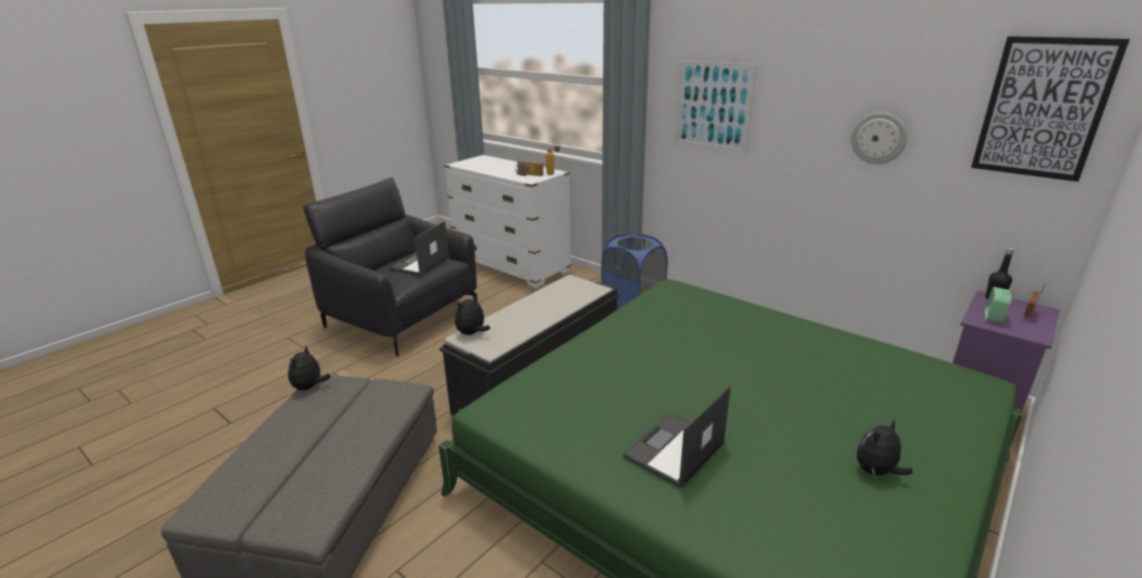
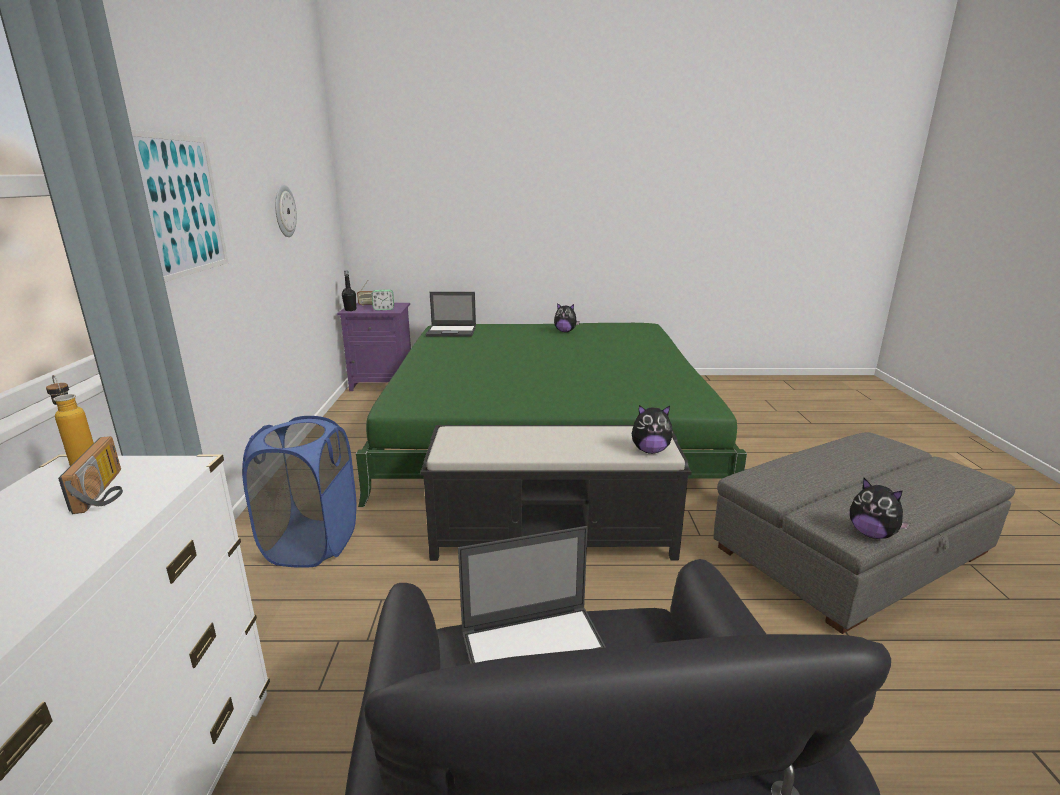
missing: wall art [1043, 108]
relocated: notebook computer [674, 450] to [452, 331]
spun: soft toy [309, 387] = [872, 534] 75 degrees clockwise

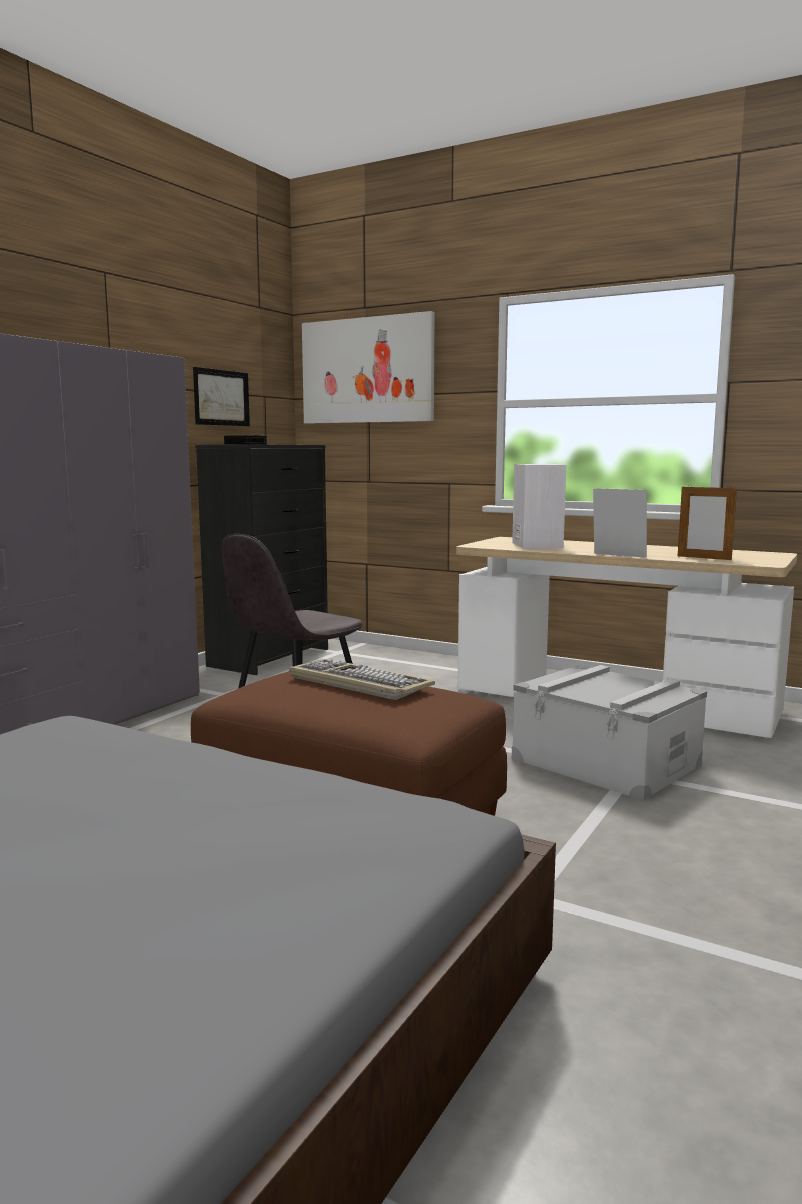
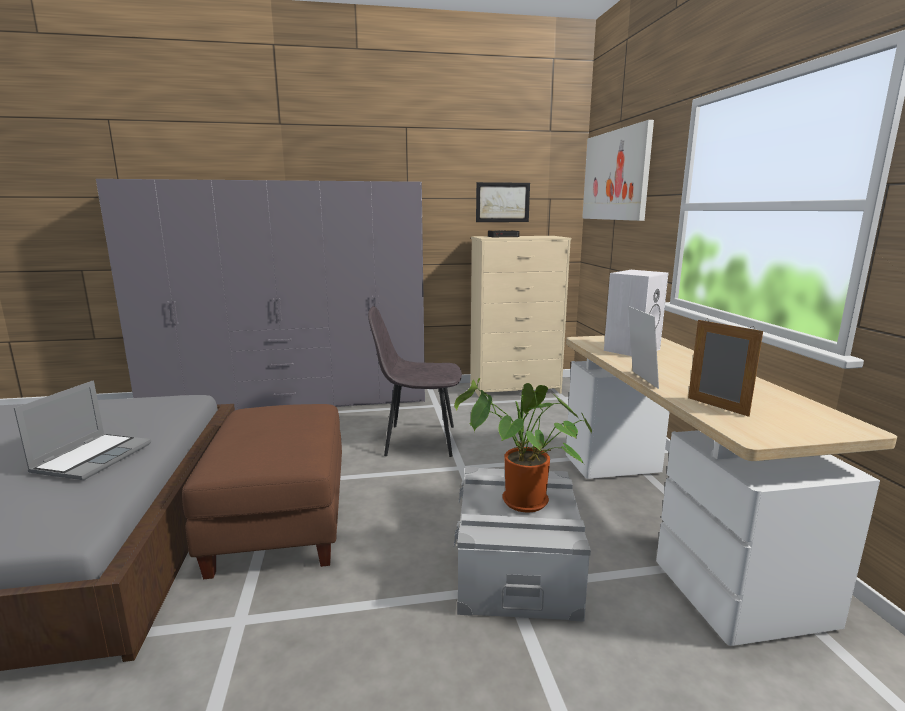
missing: PC keyboard [357, 683]
appeared: notebook computer [93, 457]; houseplant [520, 503]
colour: chest of drawers (black-coloured) [270, 657] to chest of drawers (sand-coloured) [515, 388]
spun: photo frame [704, 558] = [717, 406] 150 degrees clockwise

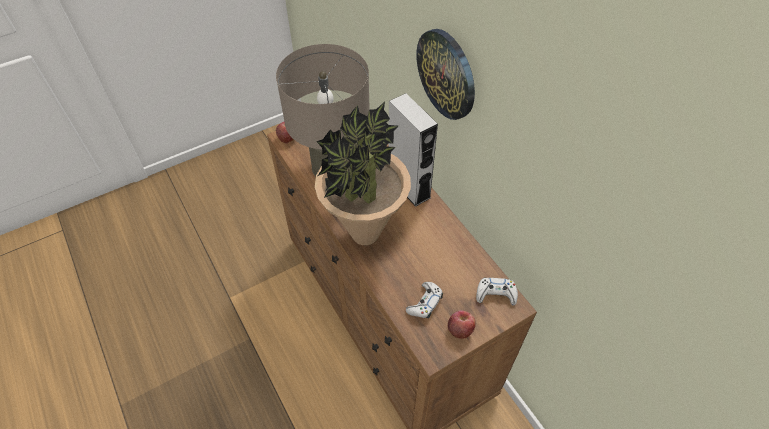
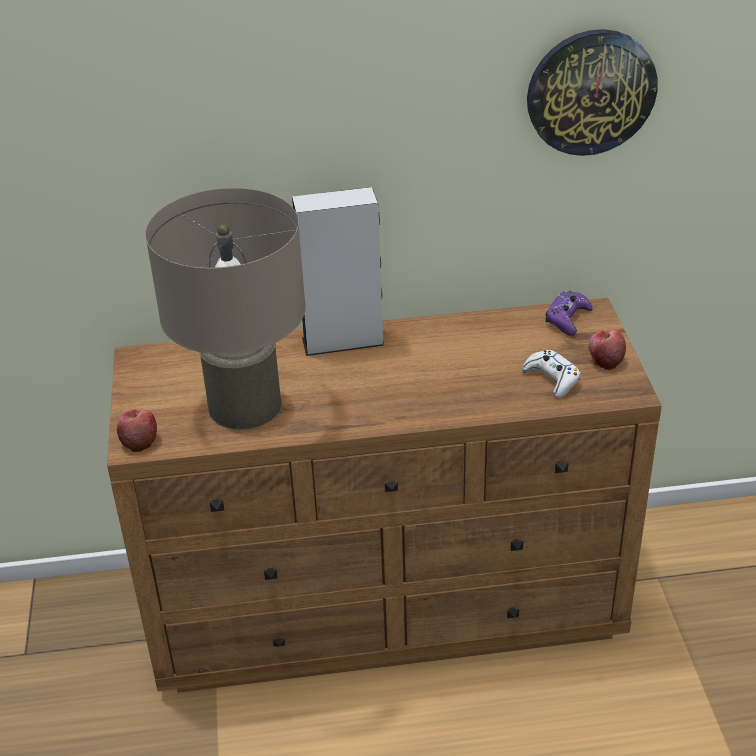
missing: houseplant [365, 234]
relocated: wall clock [447, 74] to [590, 92]
colour: gamepad (whitish) [495, 294] to gamepad (purple) [567, 319]

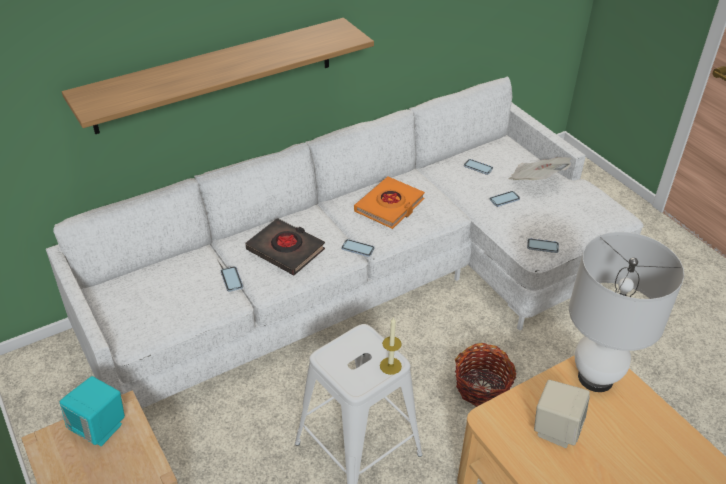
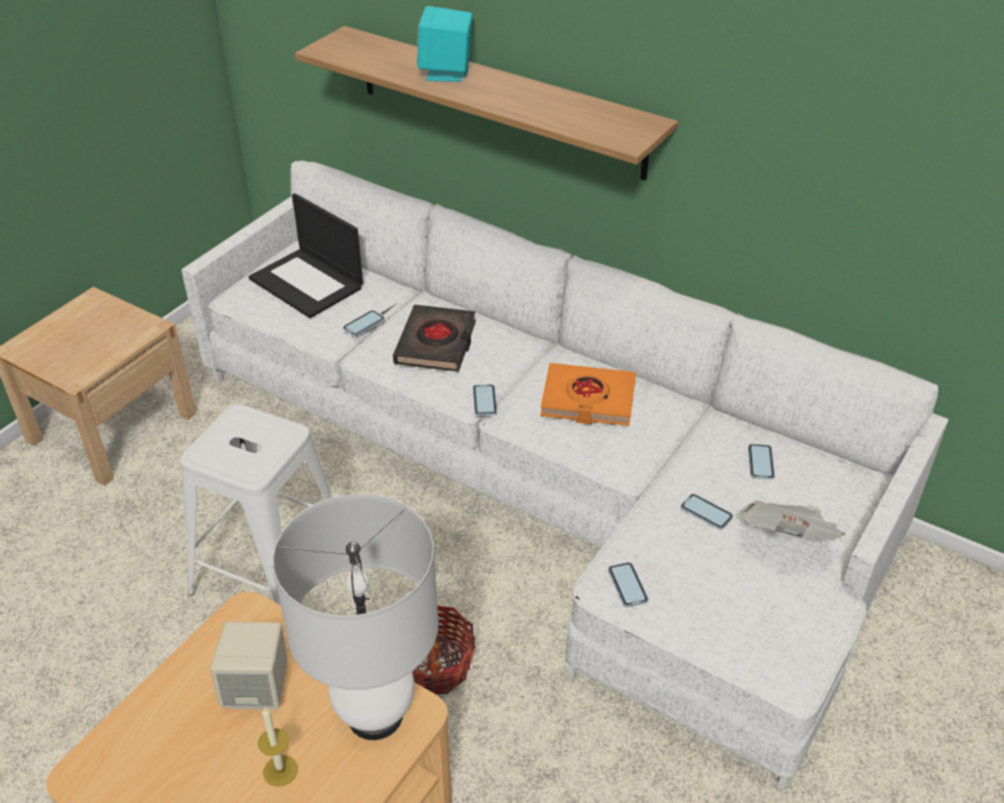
appeared: notebook computer [308, 283]
relocated: audio speaker (turquoise-coloured) [100, 427] to [446, 73]; wax candle [390, 366] to [280, 770]

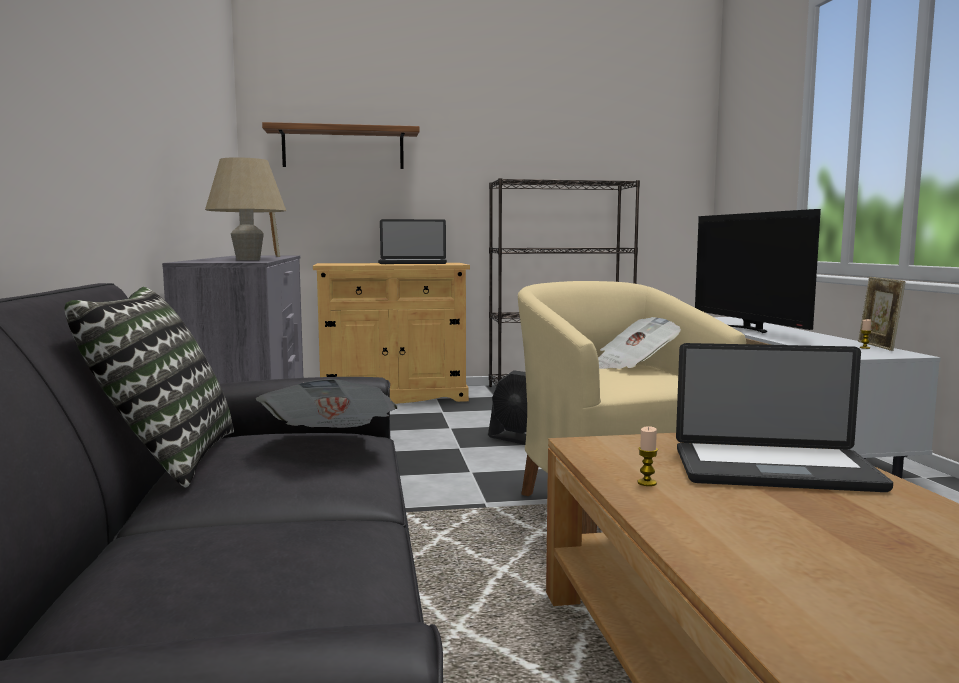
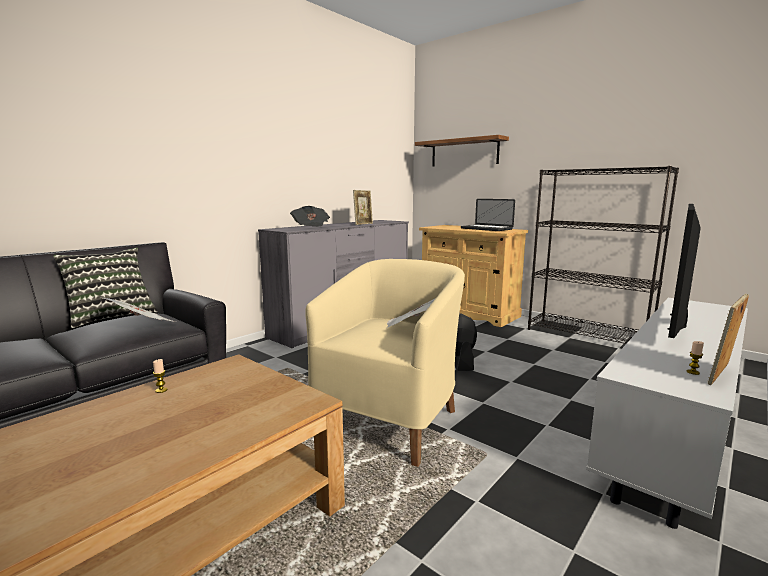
missing: notebook computer [774, 470]
exchanged: lamp for a table (sand-coloured) [248, 260] to printed paper [311, 228]

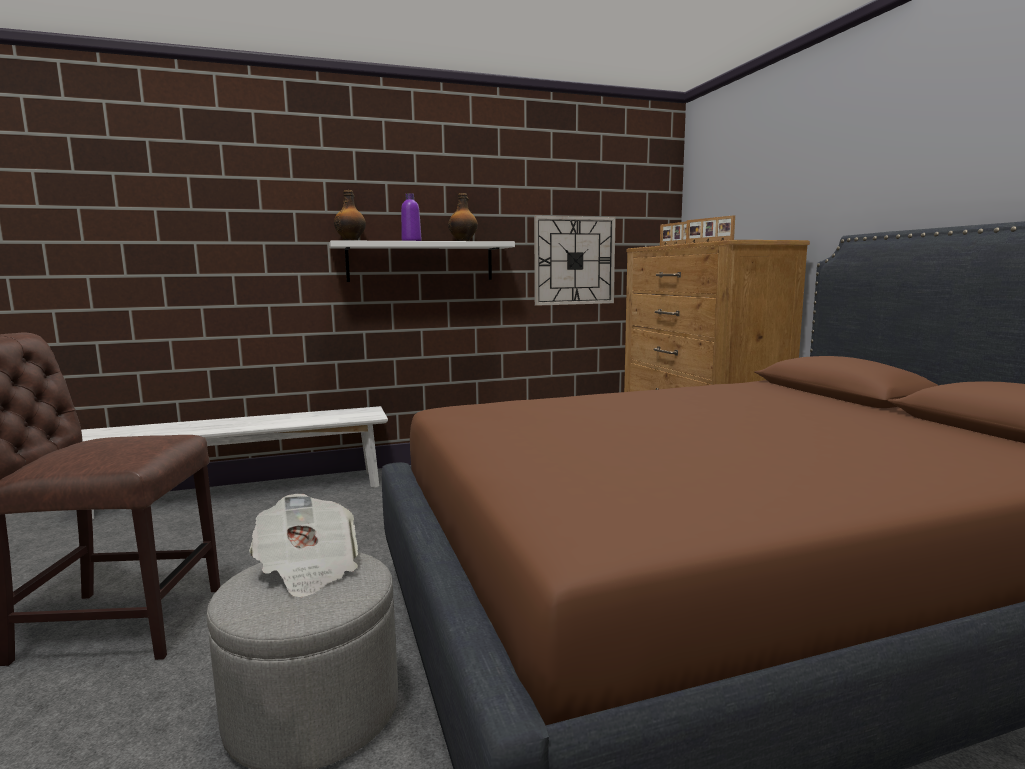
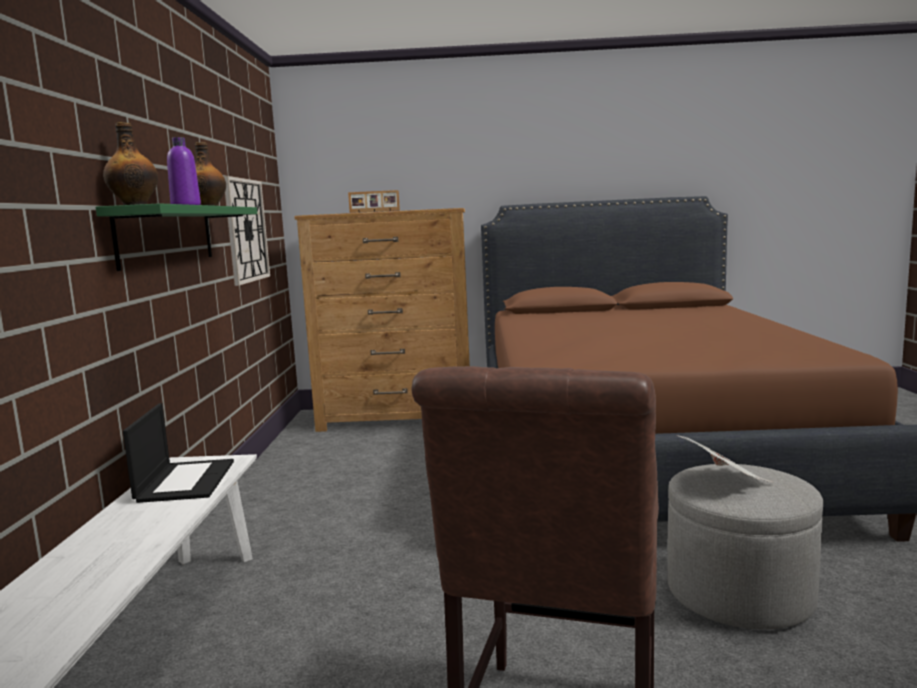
missing: photo frame [708, 241]
appeared: notebook computer [185, 480]
colour: shelf (whitish) [421, 261] to shelf (greenish) [167, 235]

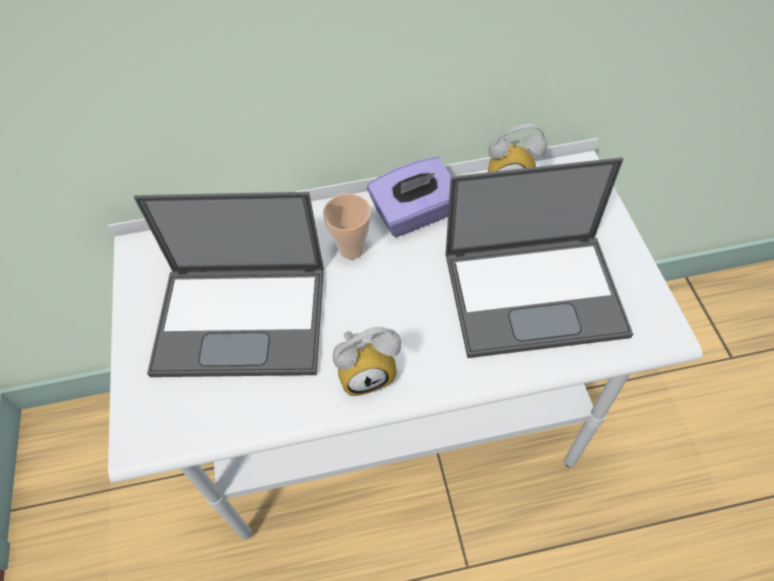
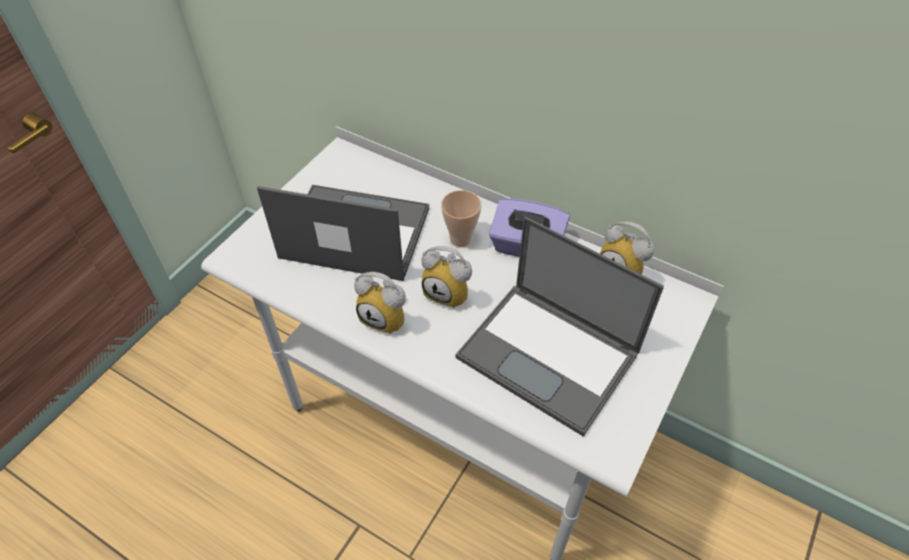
appeared: table clock [450, 292]
spun: notebook computer [243, 318] = [353, 233] 150 degrees clockwise

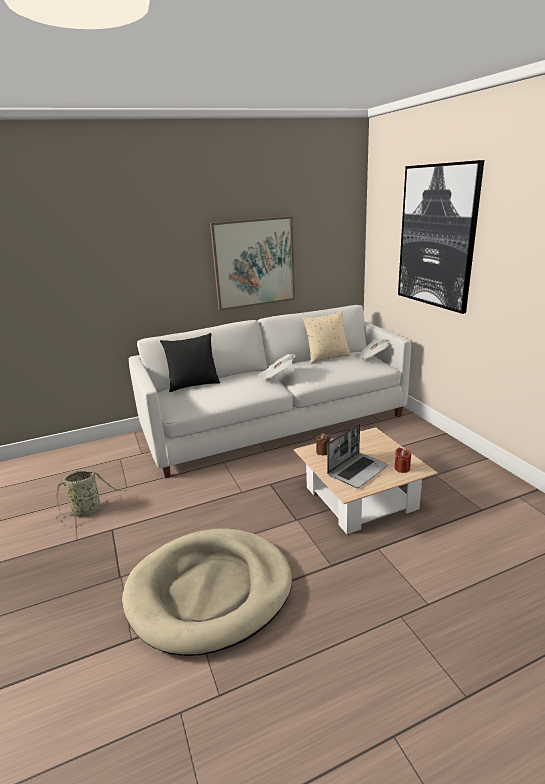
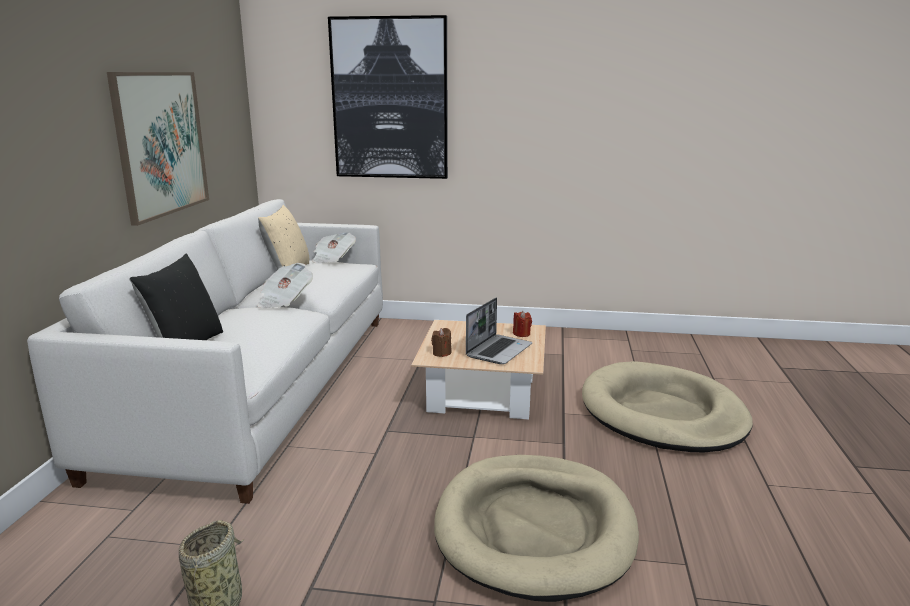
appeared: pet bed (sand-coloured) [662, 413]
spun: notebook computer [357, 470] = [499, 350] 45 degrees clockwise

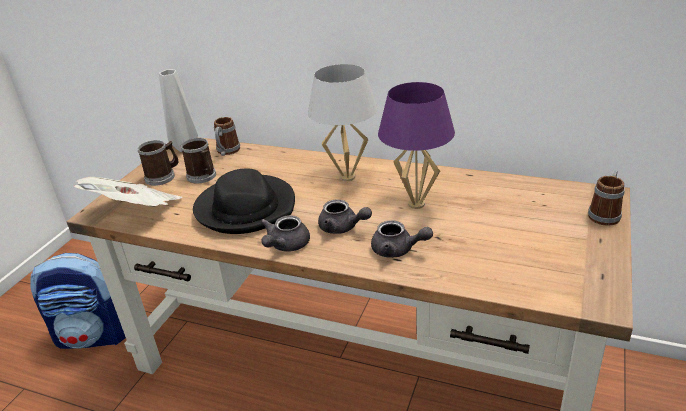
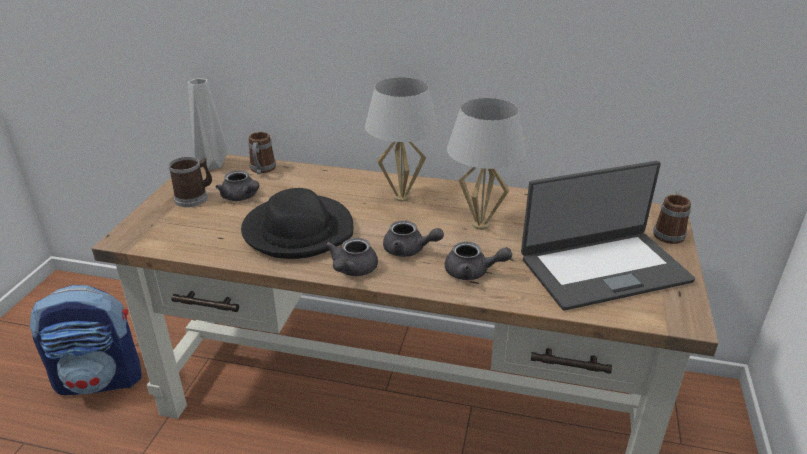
missing: printed paper [137, 212]
appeared: notebook computer [603, 268]
exchanged: coffee mug [203, 177] to pot for tea (grey) [241, 197]
colour: lamp for a table (purple) [416, 204] to lamp for a table (whitish) [480, 224]

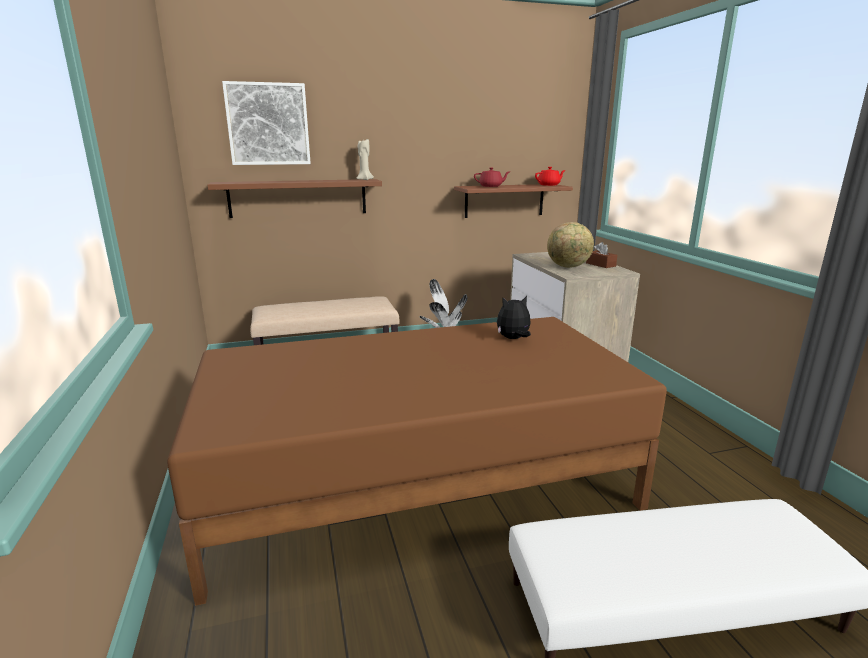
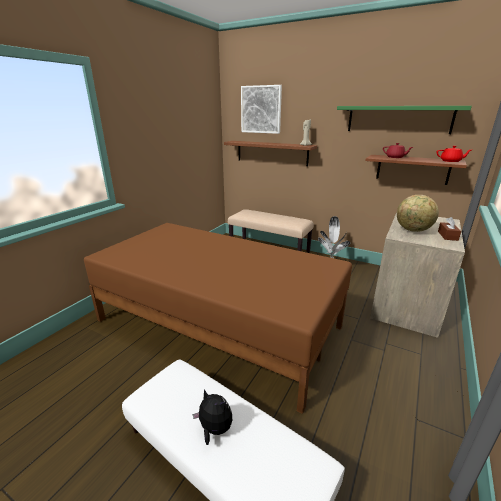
appeared: shelf (greenish) [398, 119]
relocated: soft toy [513, 339] to [214, 429]

